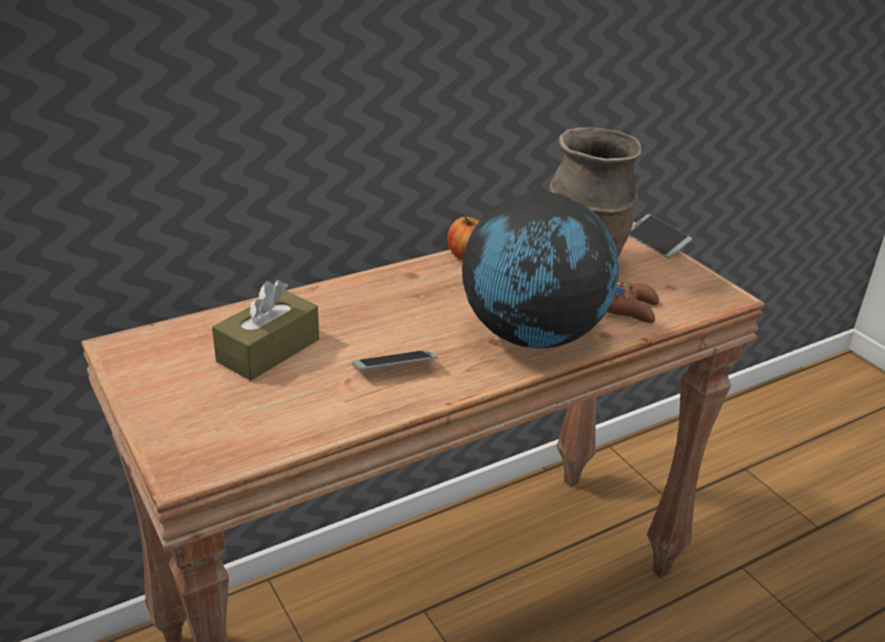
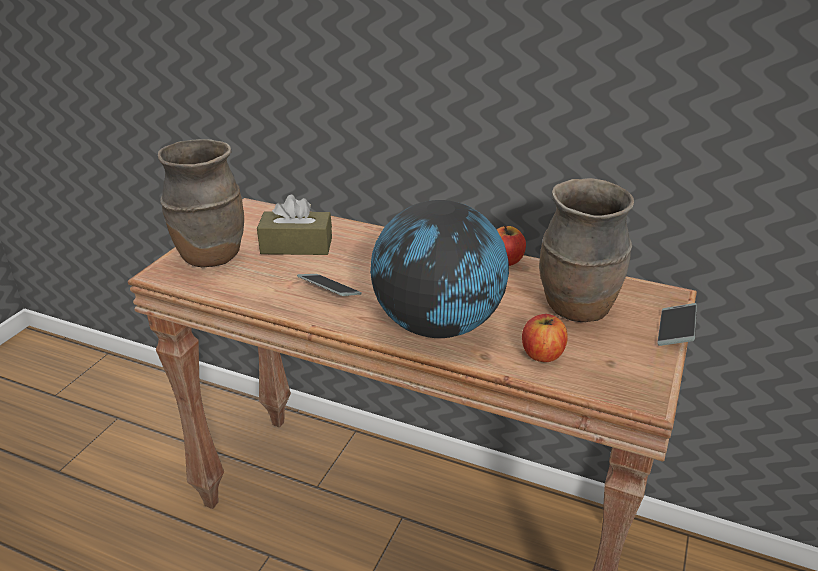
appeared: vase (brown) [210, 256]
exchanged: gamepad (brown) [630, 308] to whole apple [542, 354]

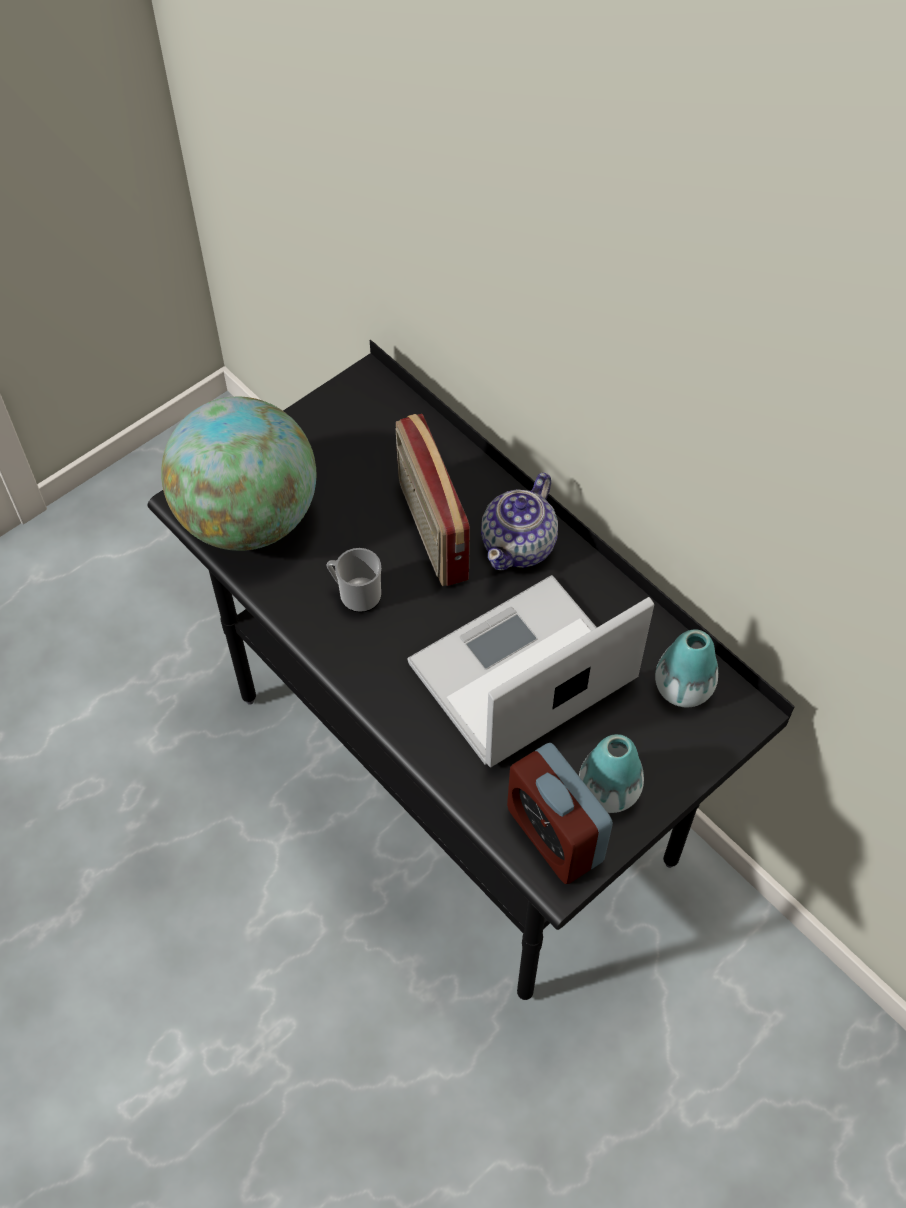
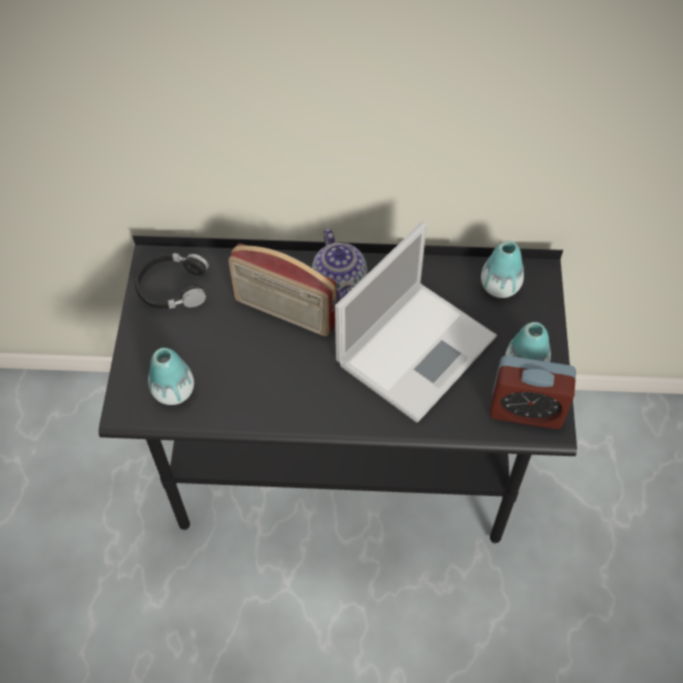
missing: coffee mug [356, 594]
appeared: headphones (black-coloured) [173, 287]
exchanged: globe [248, 518] to vase [174, 391]
spun: notebook computer [519, 675] = [417, 348] 150 degrees counterclockwise

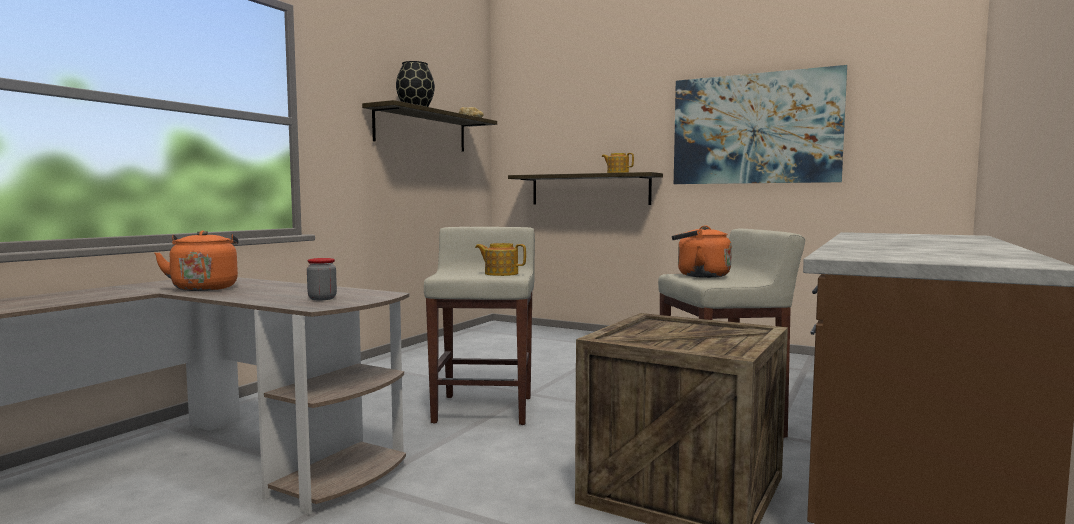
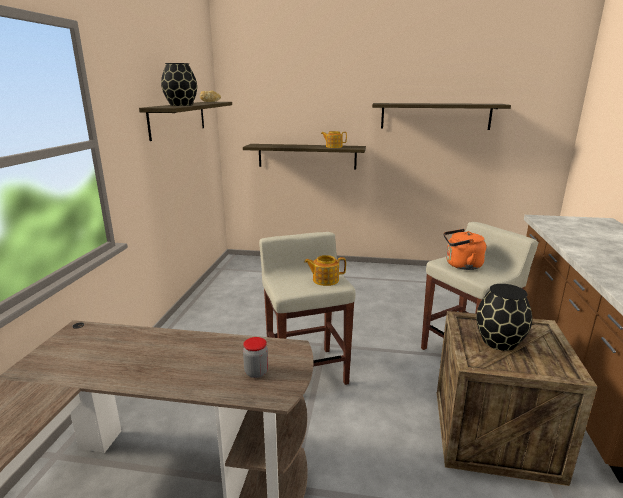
missing: kettle (orangey) [205, 288]
appeared: vase (black-coloured) [499, 342]
exchanged: wall art [755, 129] to shelf [435, 116]

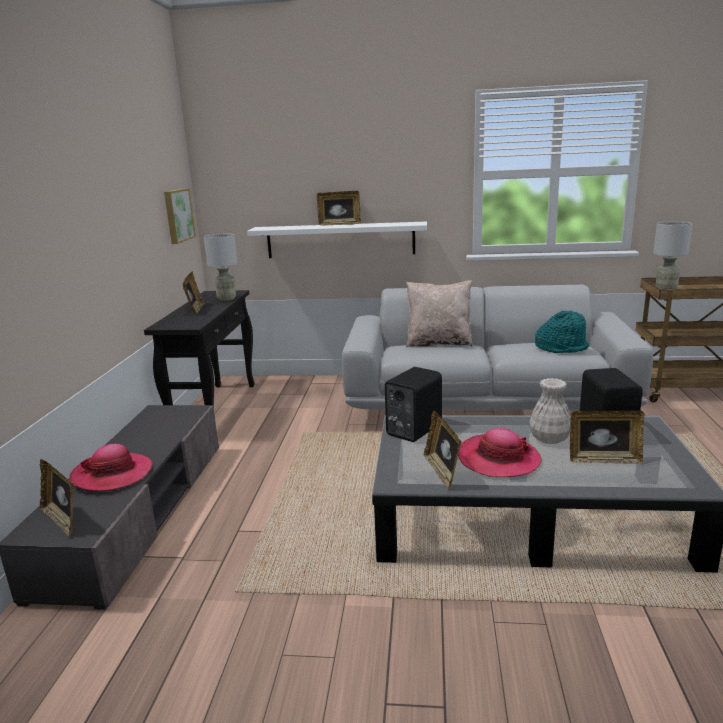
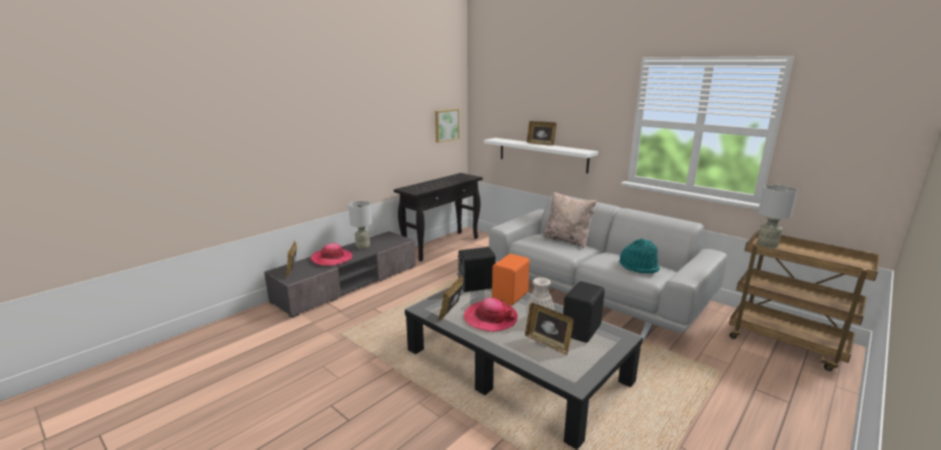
missing: photo frame [195, 310]
appeared: audio speaker (orangey) [511, 296]
relocated: lamp for a table (grey) [226, 299] to [362, 247]

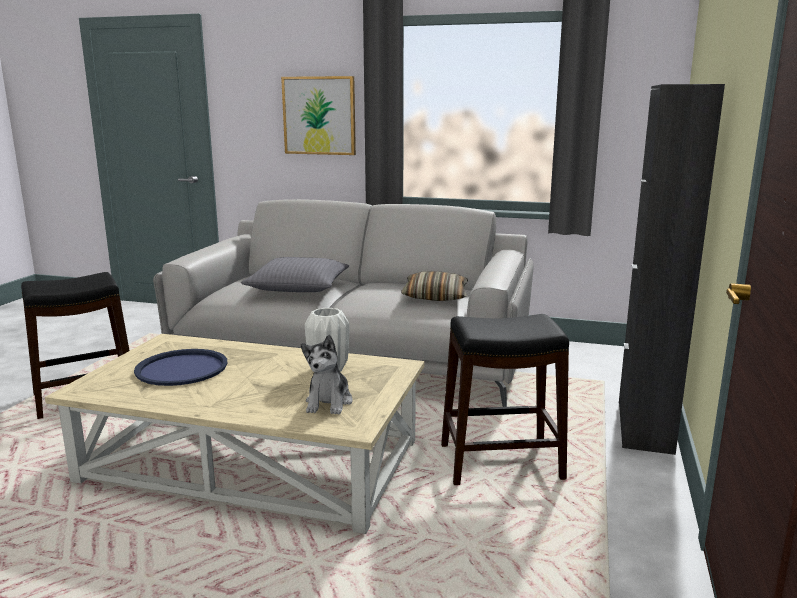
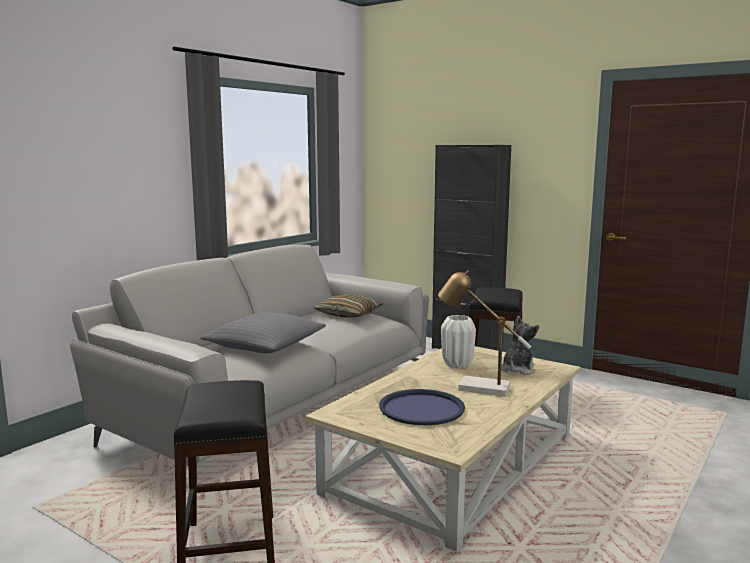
missing: wall art [319, 115]
appeared: lamp for a table [476, 387]
spun: soft toy [329, 402] = [517, 370] 90 degrees counterclockwise

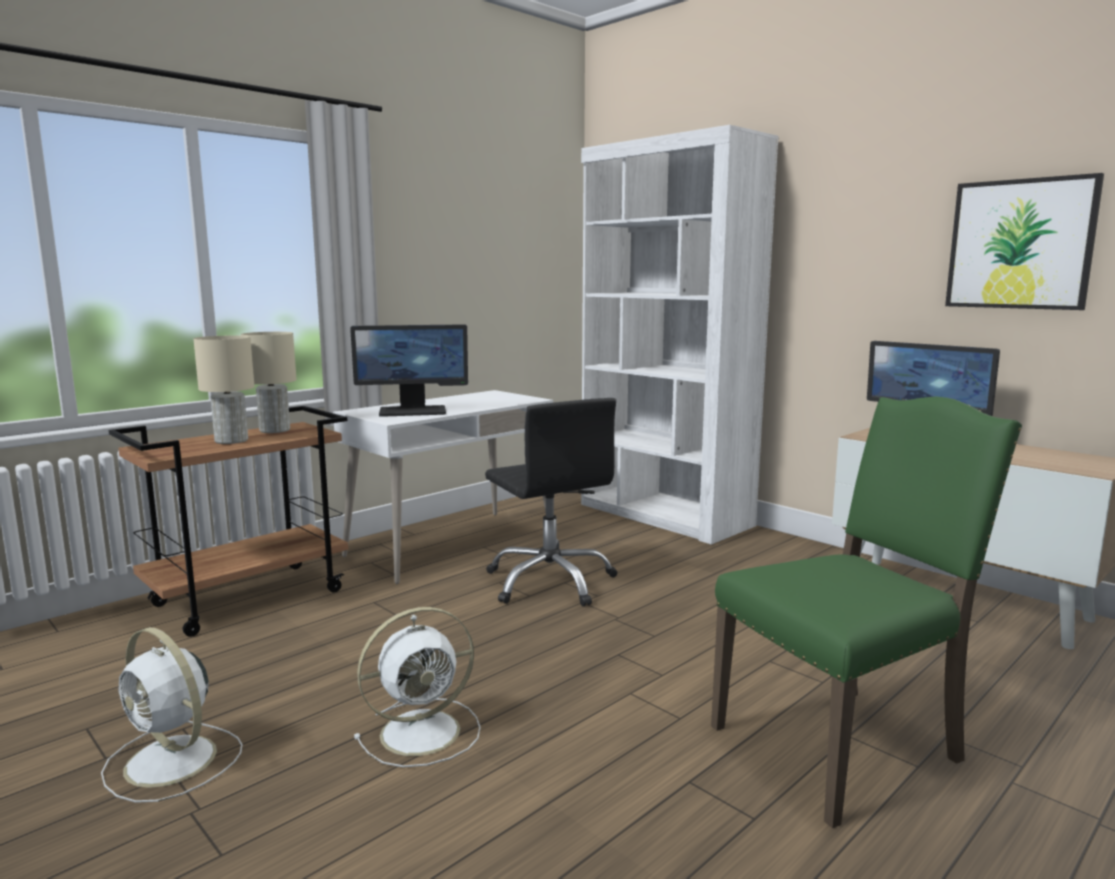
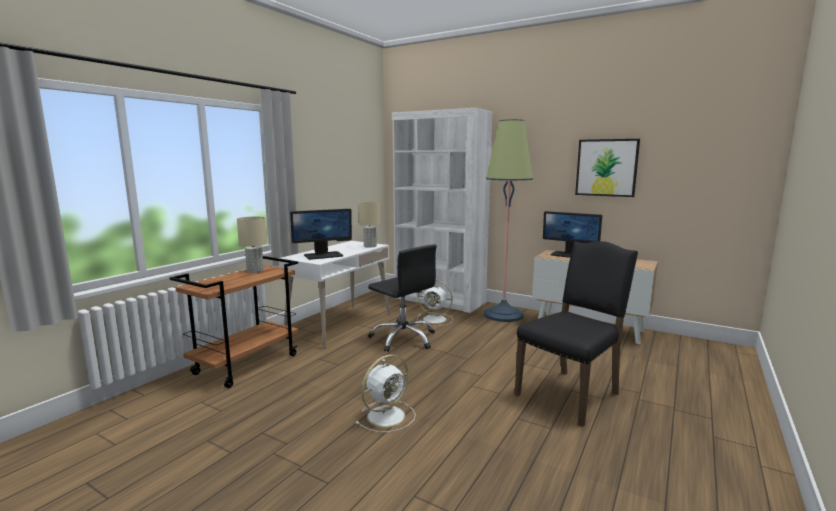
appeared: standard lamp [503, 315]
relocated: cooling fan (whitish) [173, 762] to [435, 319]; lamp for a table (sand-coloured) [232, 440] to [370, 246]
colour: upright chair (greenish) [842, 745] to upright chair (black-coloured) [570, 394]

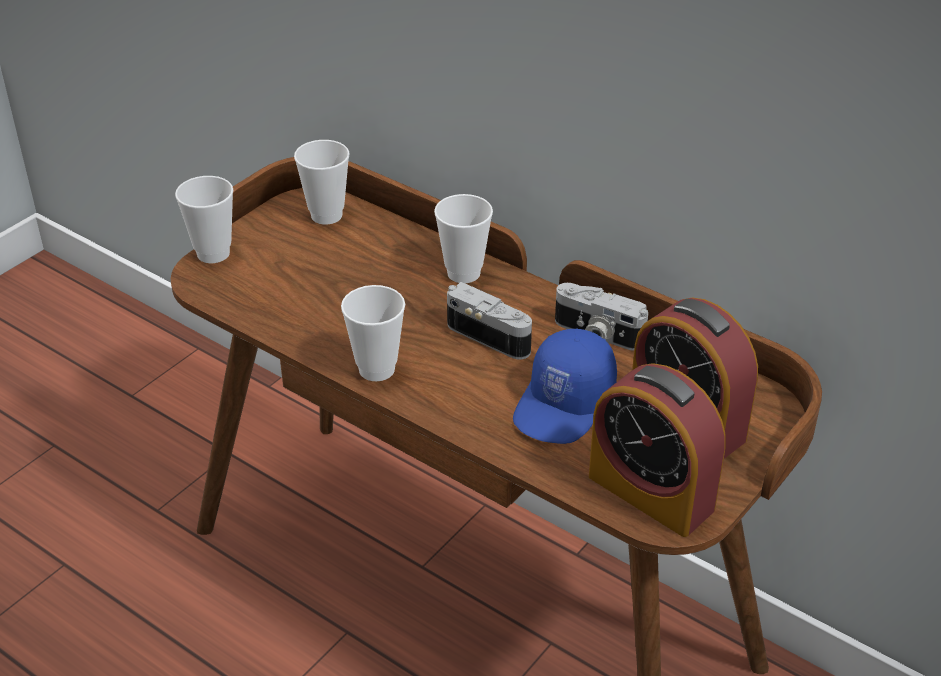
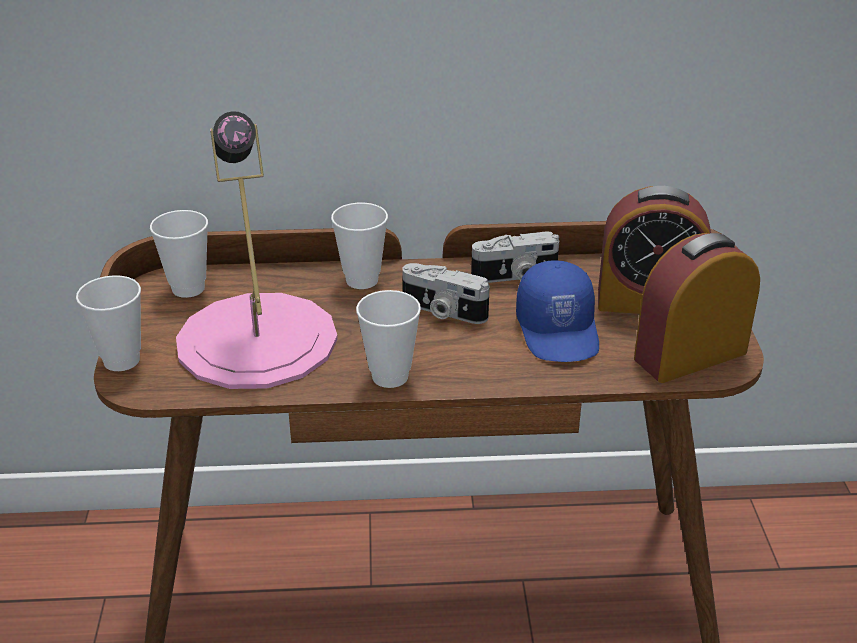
appeared: lamp for a table (pinkish) [256, 340]
spun: still camera [491, 335] = [442, 311] 150 degrees counterclockwise; table clock [651, 492] = [690, 355] 150 degrees clockwise

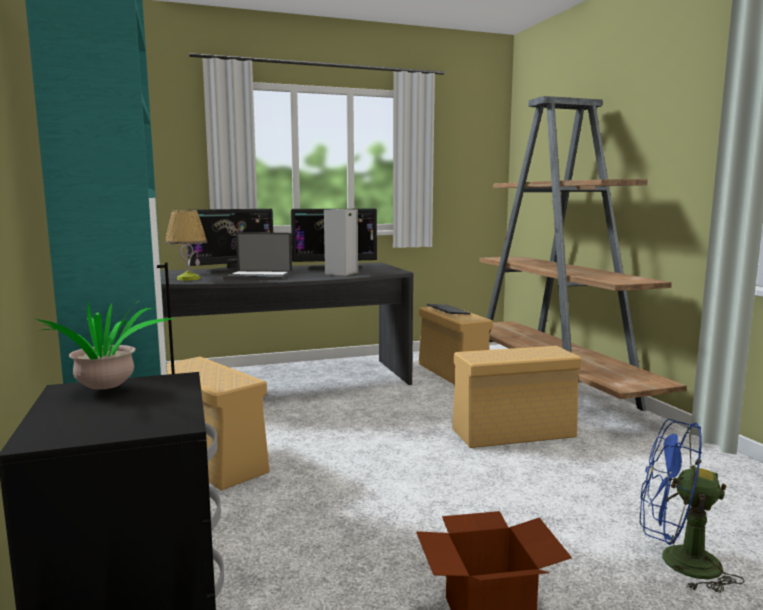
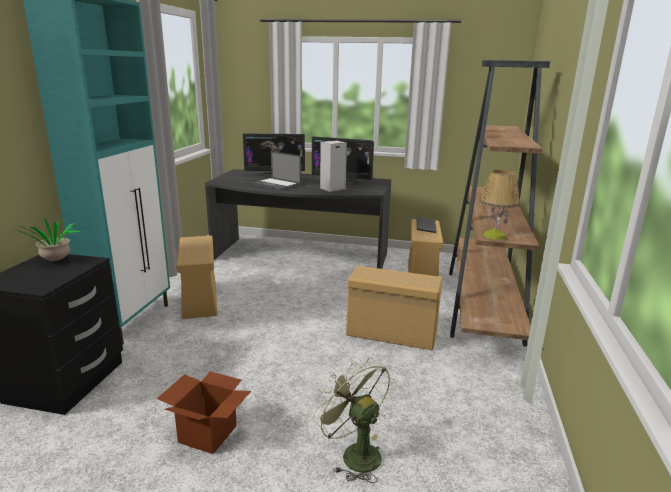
relocated: lamp for a table [188, 279] to [494, 236]
colour: cooling fan (blue) [677, 562] to cooling fan (greenish) [354, 453]

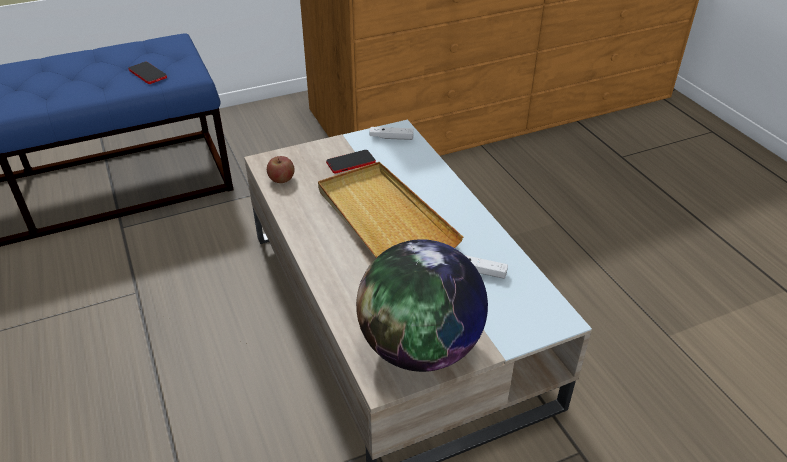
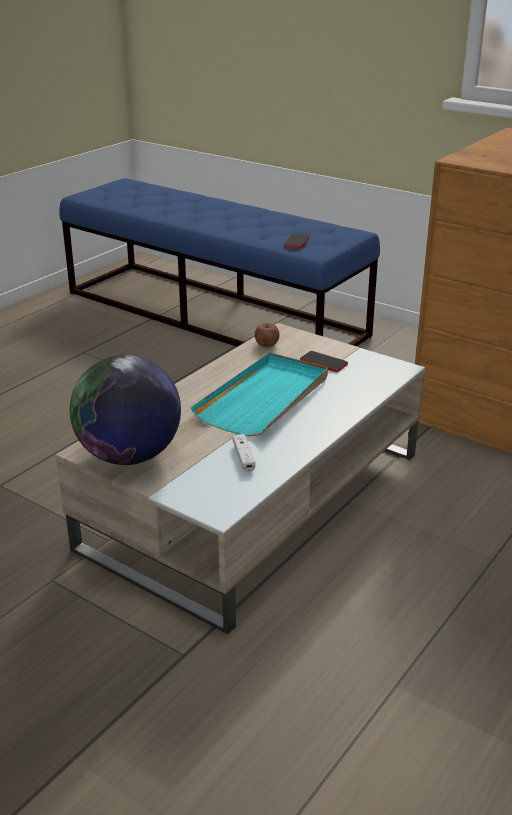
missing: gamepad (whitish) [391, 137]
colour: tray (sand-coloured) [384, 219] to tray (turquoise-coloured) [265, 398]

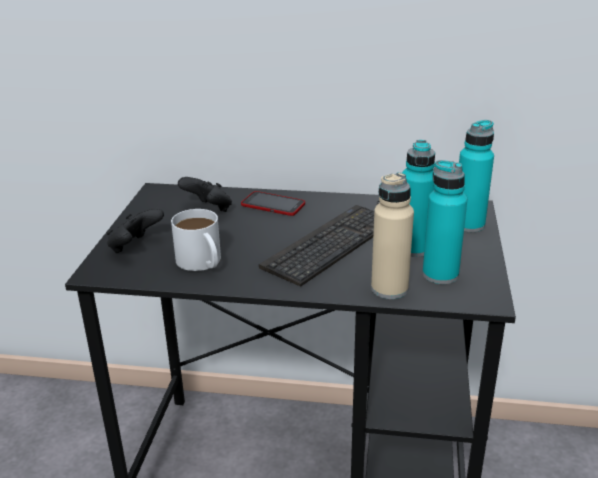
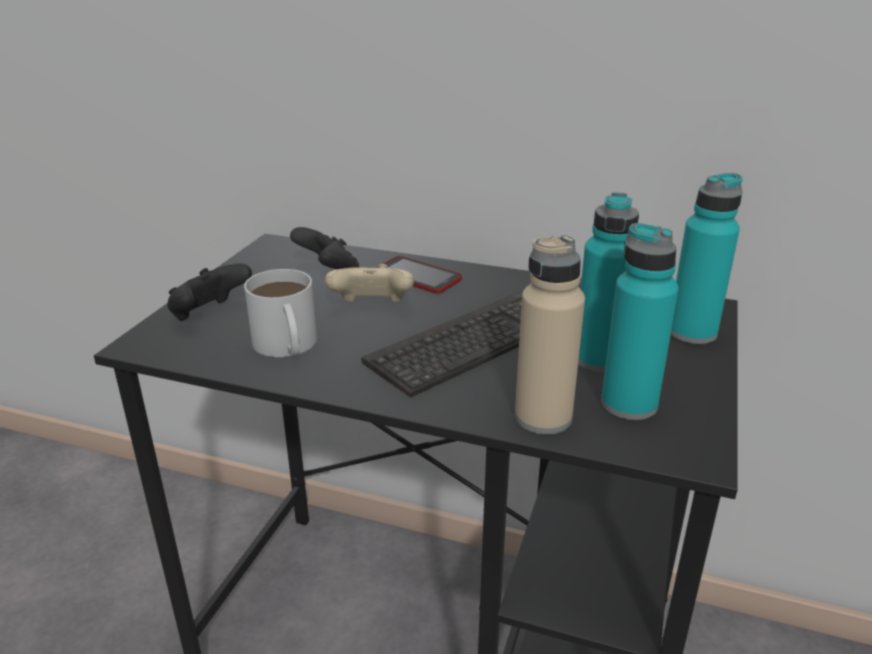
appeared: gamepad (sand-coloured) [372, 308]

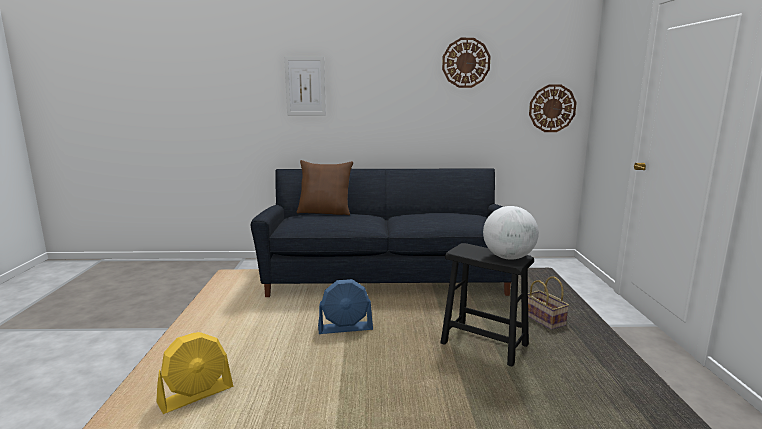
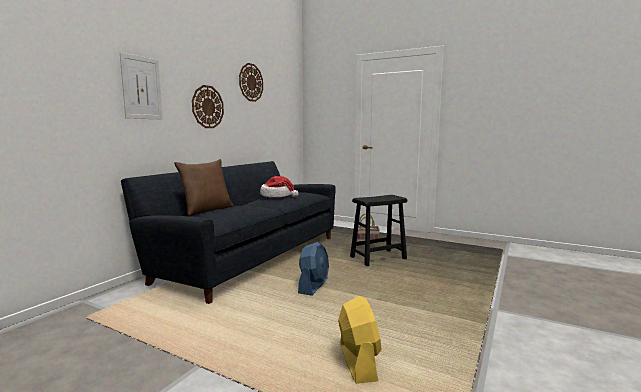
missing: globe [508, 257]
appeared: wearable hat [277, 196]
relocated: wall clock [552, 108] to [207, 107]

